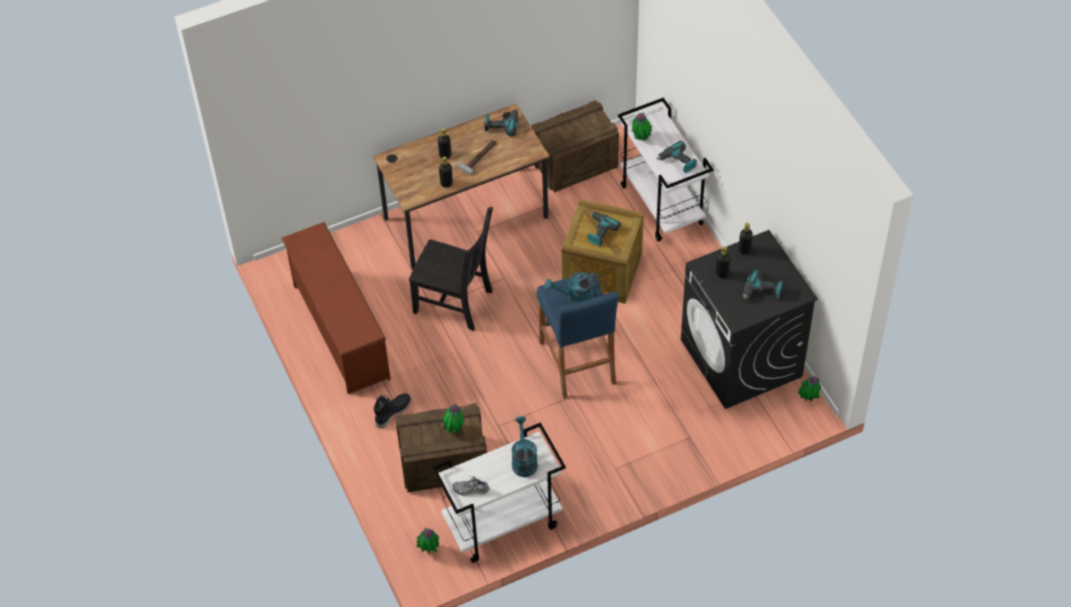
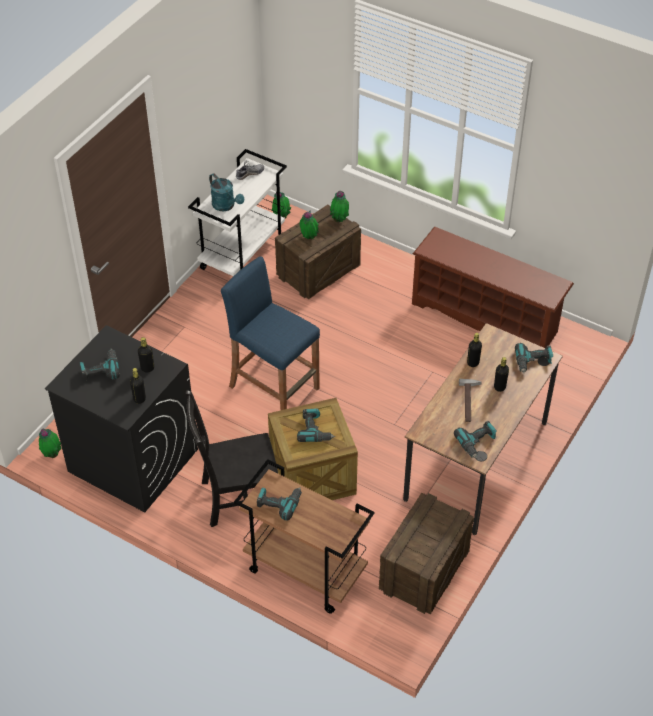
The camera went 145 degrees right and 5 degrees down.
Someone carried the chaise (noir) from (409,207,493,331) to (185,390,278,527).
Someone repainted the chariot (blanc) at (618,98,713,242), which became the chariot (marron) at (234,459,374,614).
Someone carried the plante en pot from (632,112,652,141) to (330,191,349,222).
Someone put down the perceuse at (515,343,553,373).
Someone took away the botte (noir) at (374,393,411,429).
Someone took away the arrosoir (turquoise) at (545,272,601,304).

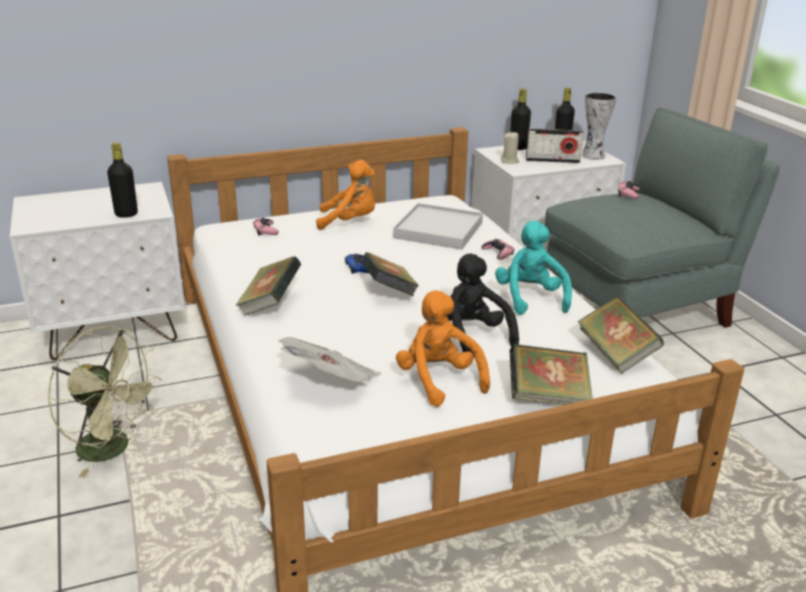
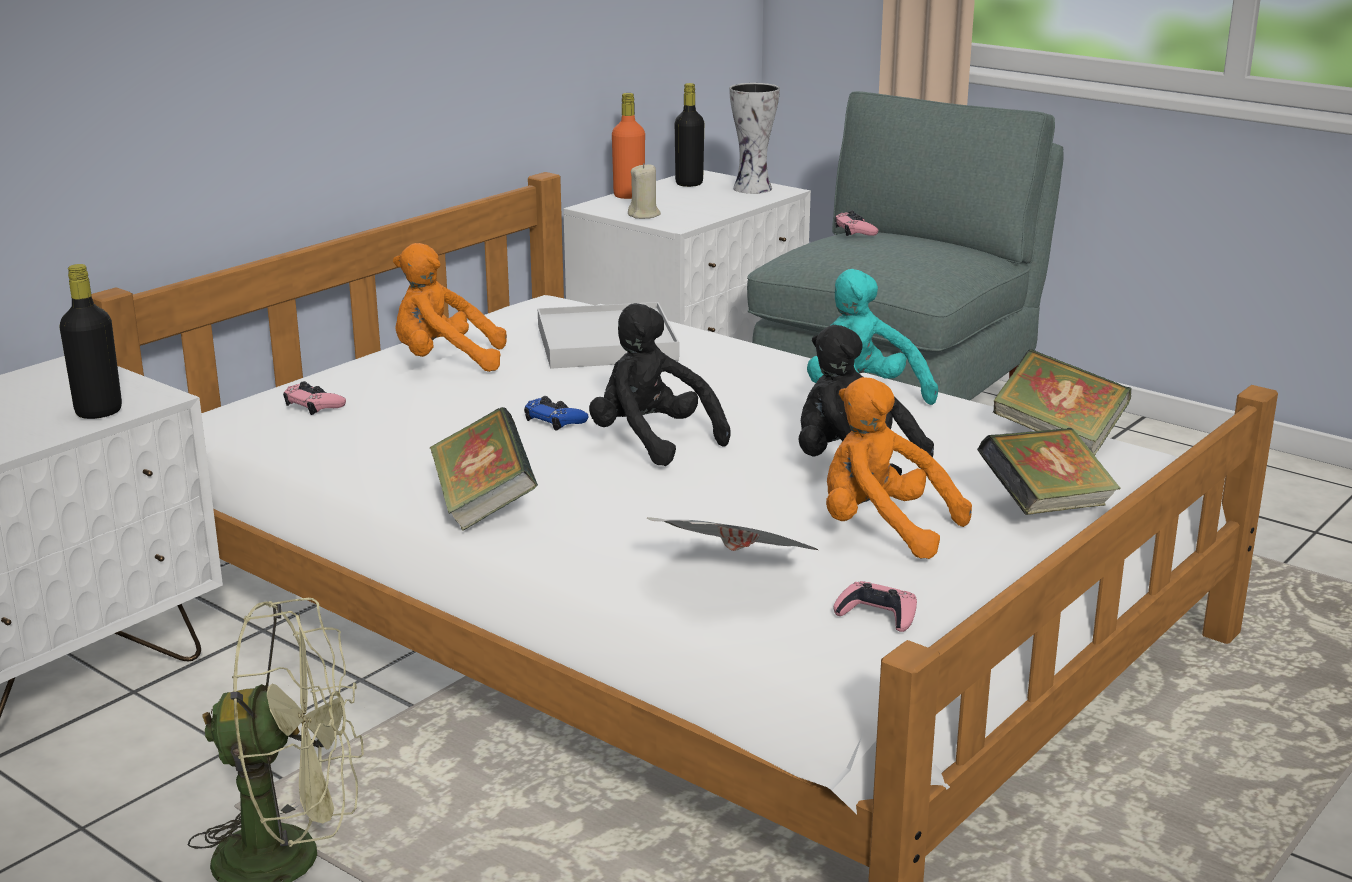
The camera went 30 degrees left and 5 degrees down.
Someone rotated the peluche (orange) at (316,160,375,230) by 150 degrees counterclockwise.
Someone swapped the livre at (361,252,419,296) for the peluche (noir) at (589,303,731,466).
Someone repainted the bouteille (noir) at (510,89,531,150), which became the bouteille (orange) at (612,93,645,199).
Someone carried the manette (rose) from (482,239,514,260) to (834,581,917,632).
Someone took away the radio at (526,129,583,163).

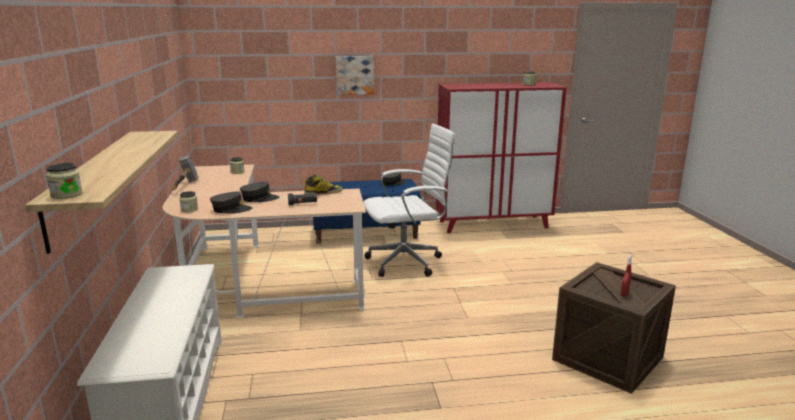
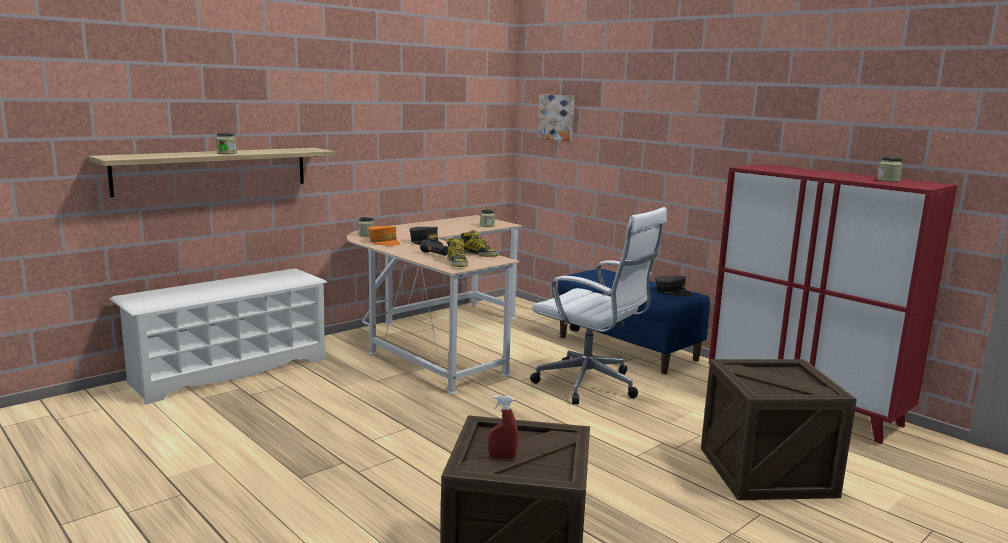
The camera went 55 degrees right and 5 degrees down.
Someone carried the bocal from (46,163,83,199) to (216,133,237,154).
Someone repainted the casquette (gris) at (210,191,252,214), which became the casquette (orange) at (368,226,401,246).
Someone put down the botte at (446,237,468,267).
Someone carried the tableau from (336,56,374,95) to (537,94,575,142).
Someone put down the caisse at (701,359,857,500).
Someone took away the marteau at (171,156,199,190).

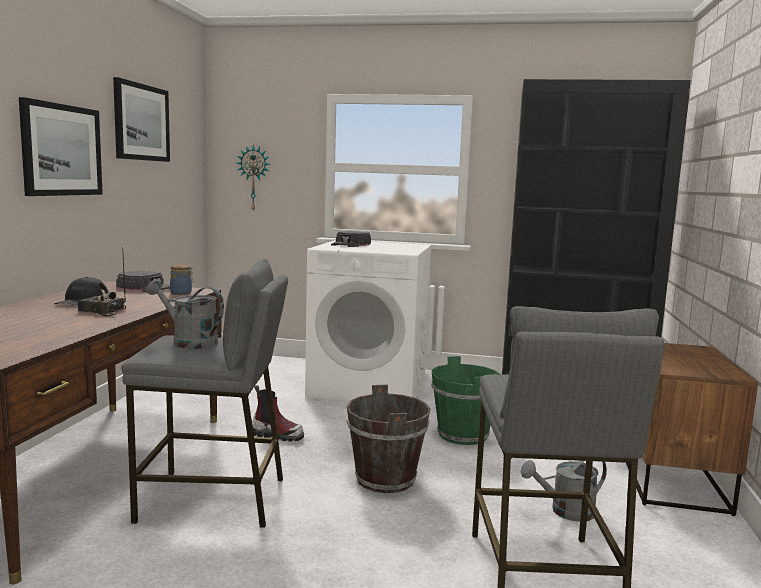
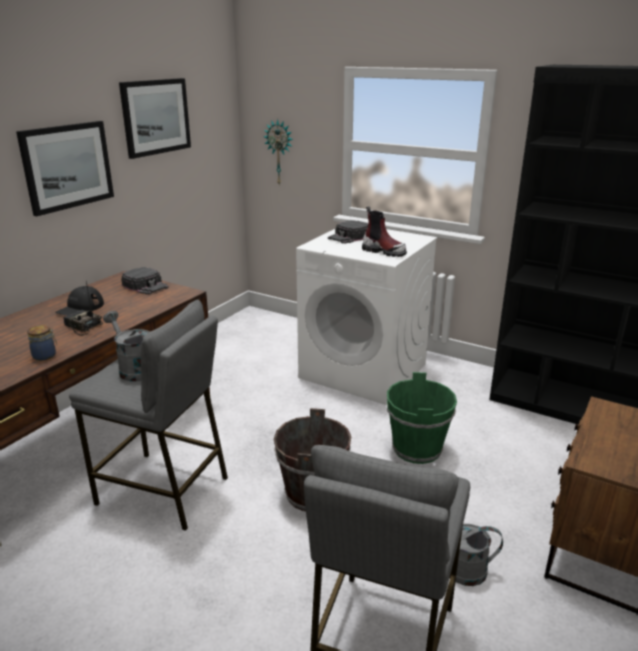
The camera went 20 degrees right and 15 degrees up.
Someone carried the bocal from (170,265,194,295) to (27,325,57,361).
Someone carried the botte from (252,385,304,441) to (362,206,407,257).

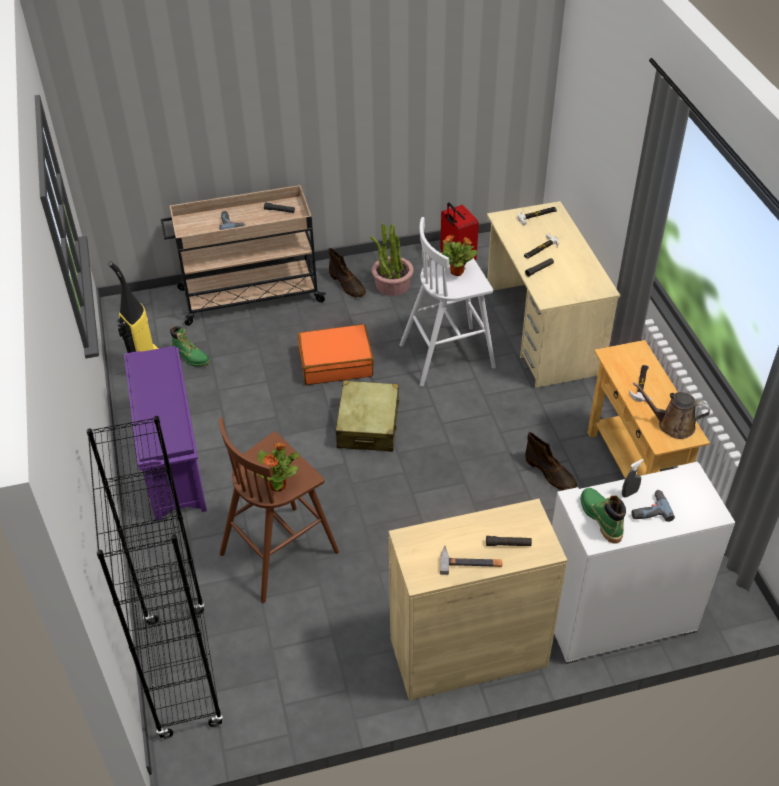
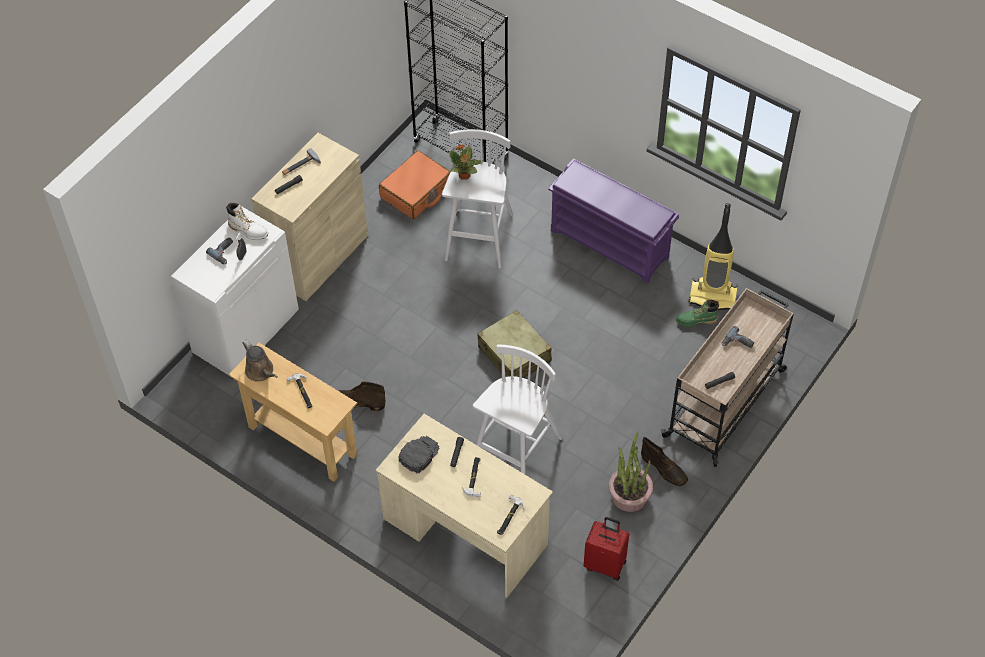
The camera went 140 degrees right and 10 degrees up.
Someone repainted the botte (vert) at (581,488,626,544), which became the botte (blanc) at (226,203,268,240).
Someone rotated the arrosoir (marron) at (633,382,710,439) by 75 degrees clockwise.
Someone carried the valise (orange) from (298,324,374,385) to (379,150,451,219).
Someone put down the casquette (noir) at (398,436,440,473).
Someone repainted the tabouret (marron) at (219,417,339,603), which became the tabouret (blanc) at (442,129,513,268).
Someone rotated the botte (marron) at (329,248,366,297) by 150 degrees counterclockwise.
Someone took away the plante en pot at (440,235,478,276).

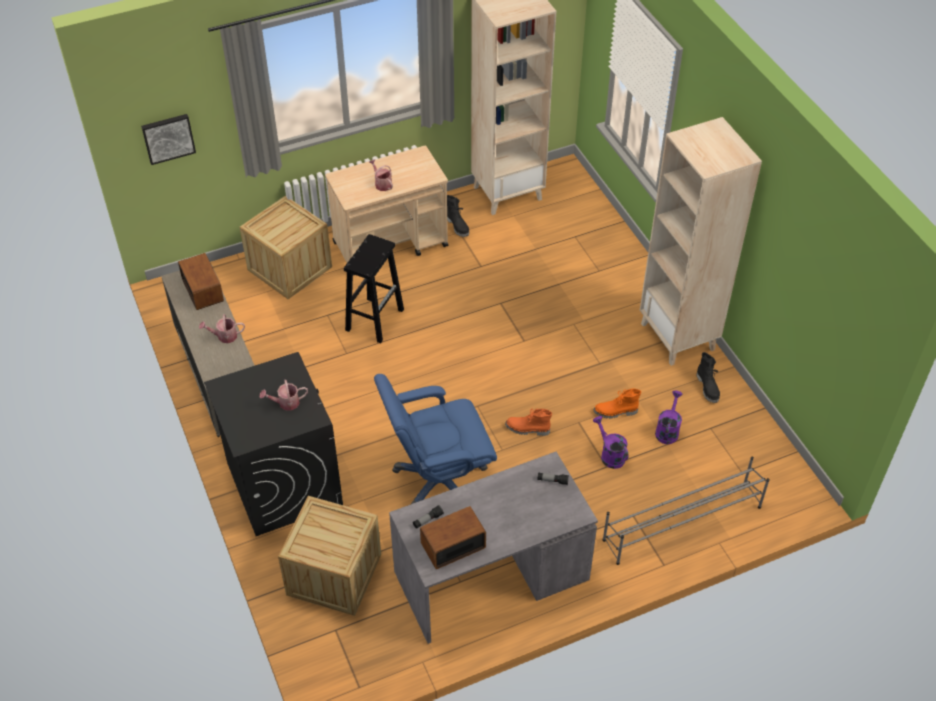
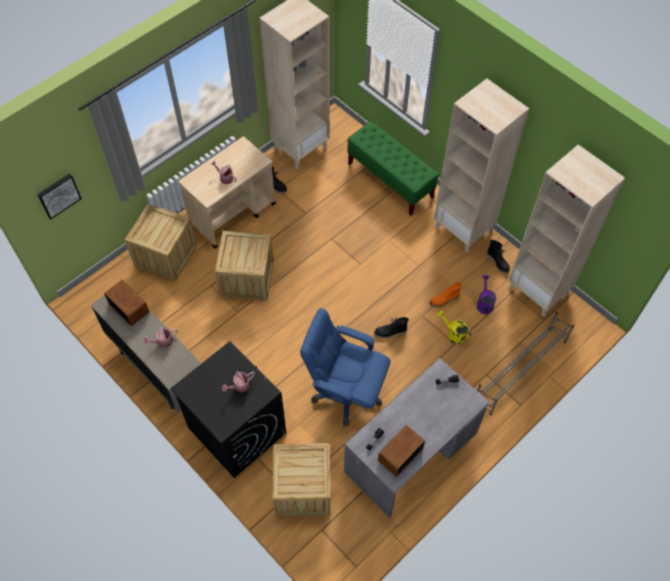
The camera went 20 degrees left and 10 degrees up.
Someone swapped the tabouret (noir) at (344,234,404,343) for the caisse at (214,231,274,301).
Someone rotated the chaise de bureau (bleu) at (374,374,497,504) by 60 degrees clockwise.
Someone put down the banc (vert) at (347,121,439,216).
Someone repainted the botte (orange) at (505,408,552,436), which became the botte (noir) at (374,317,409,338).
Someone repainted the arrosoir (violet) at (593,416,629,469), which became the arrosoir (jaune) at (437,310,471,344).
Someone put down the bibliothèque (beige) at (509,145,625,317).

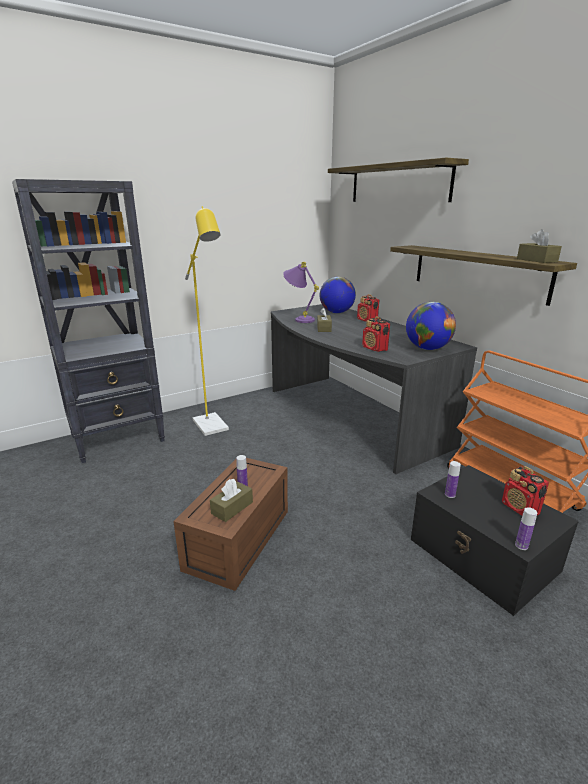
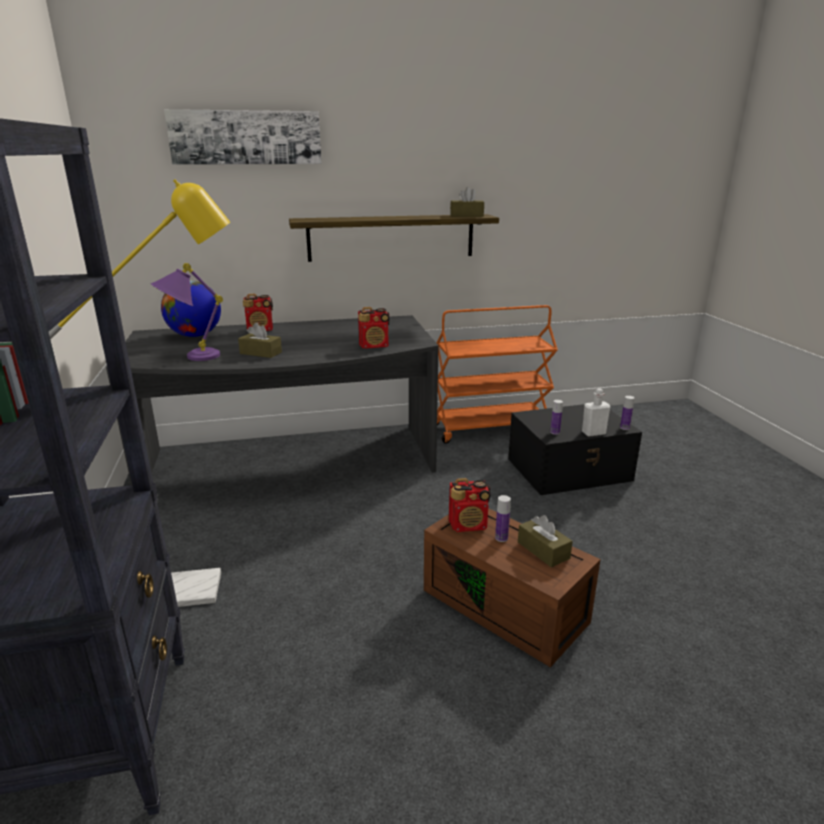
The camera went 70 degrees left and 0 degrees up.
Someone swapped the étagère at (328,158,469,202) for the tableau at (164,109,321,165).
Someone carried the radio from (502,466,549,516) to (449,478,491,532).
Someone put down the bouteille (blanc) at (582,388,611,437).
Someone took away the globe at (406,302,456,350).

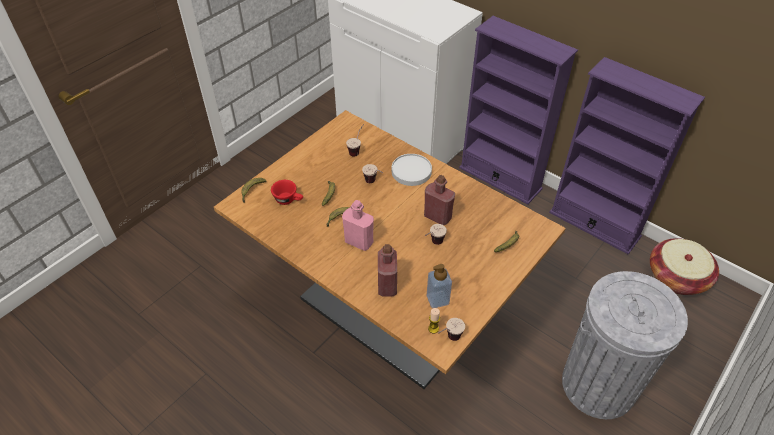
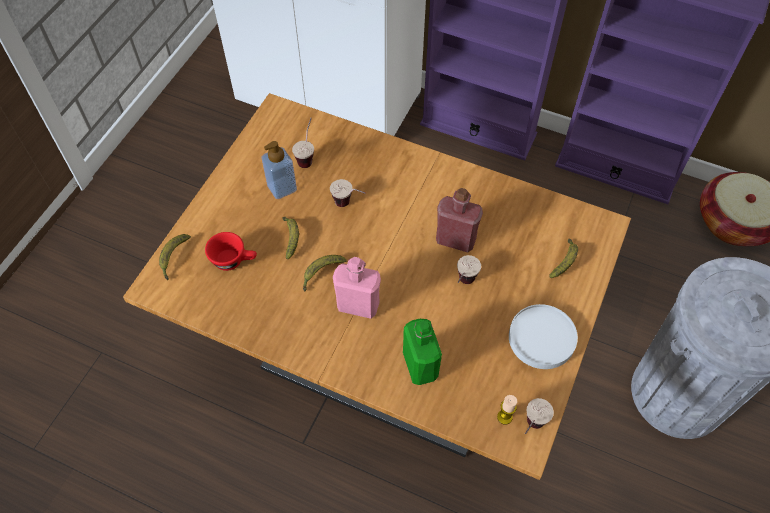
The camera went 15 degrees left and 10 degrees up.
Someone carried the distributeur de savon from (426,264,452,308) to (261,141,297,199).
Someone repainted the bouteille (rouge) at (378,244,397,296), which became the bouteille (vert) at (403,319,442,385).
Someone carried the assiette (blanc) from (392,154,432,186) to (509,304,578,369).

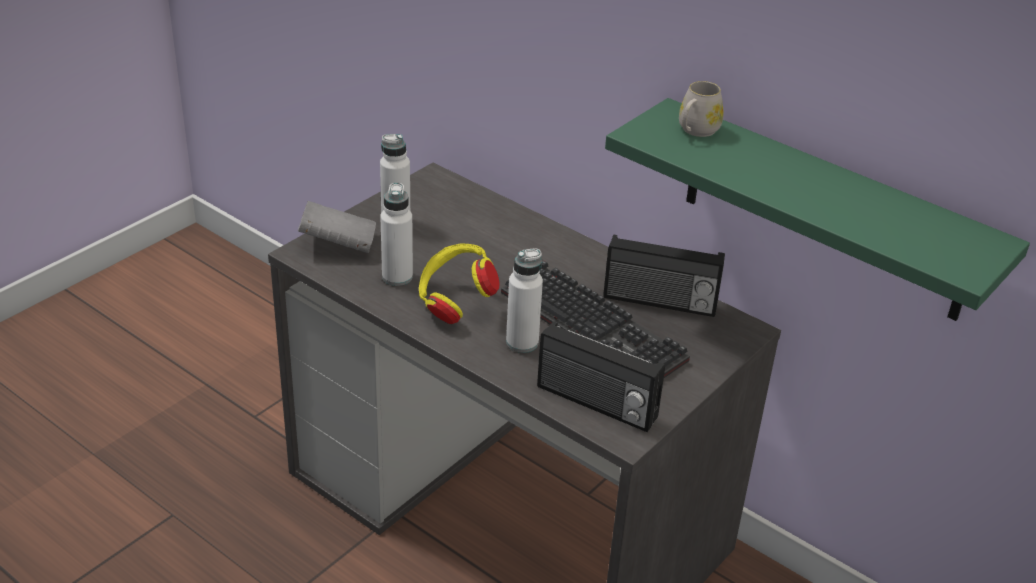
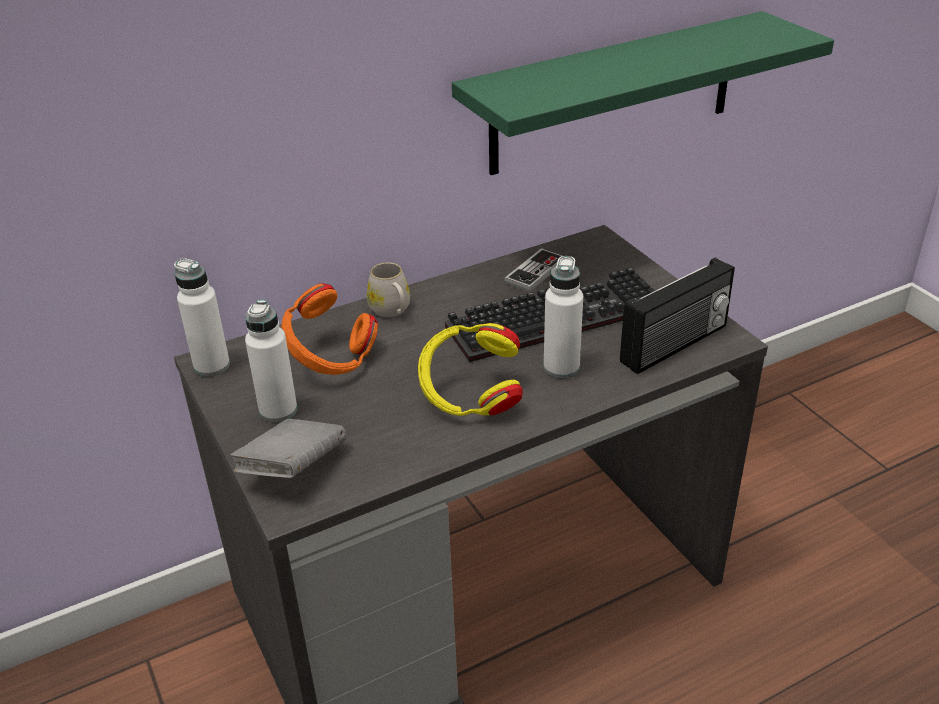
The camera went 65 degrees left and 0 degrees up.
Someone carried the bouteille (blanc) from (380,183,413,286) to (174,258,230,377).
Someone put down the casque audio (orange) at (281,283,378,375).
Someone carried the mug (blanc) from (679,81,724,137) to (367,263,410,317).
Someone swapped the radio at (603,235,725,317) for the manette at (504,248,563,292).

